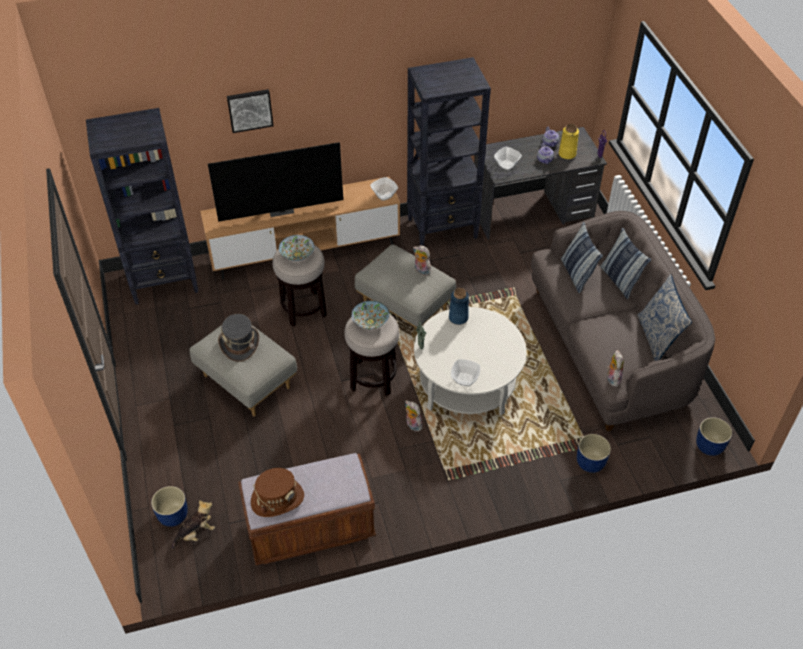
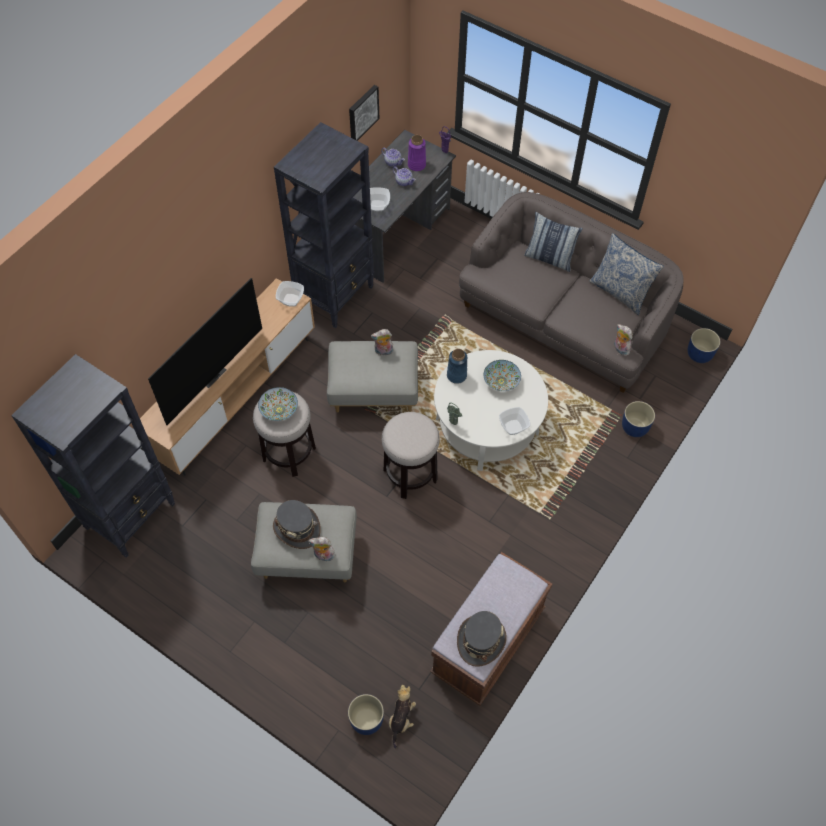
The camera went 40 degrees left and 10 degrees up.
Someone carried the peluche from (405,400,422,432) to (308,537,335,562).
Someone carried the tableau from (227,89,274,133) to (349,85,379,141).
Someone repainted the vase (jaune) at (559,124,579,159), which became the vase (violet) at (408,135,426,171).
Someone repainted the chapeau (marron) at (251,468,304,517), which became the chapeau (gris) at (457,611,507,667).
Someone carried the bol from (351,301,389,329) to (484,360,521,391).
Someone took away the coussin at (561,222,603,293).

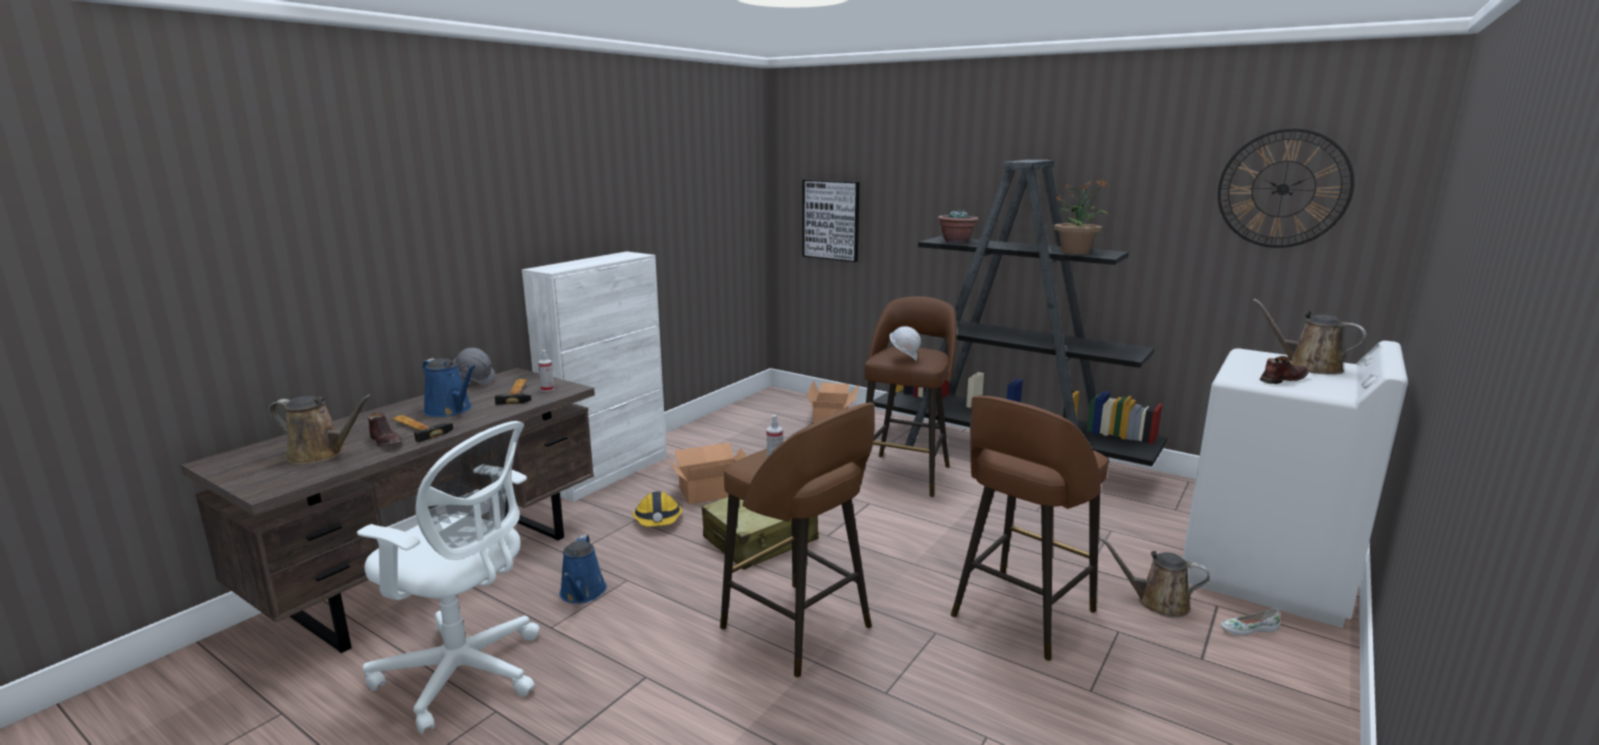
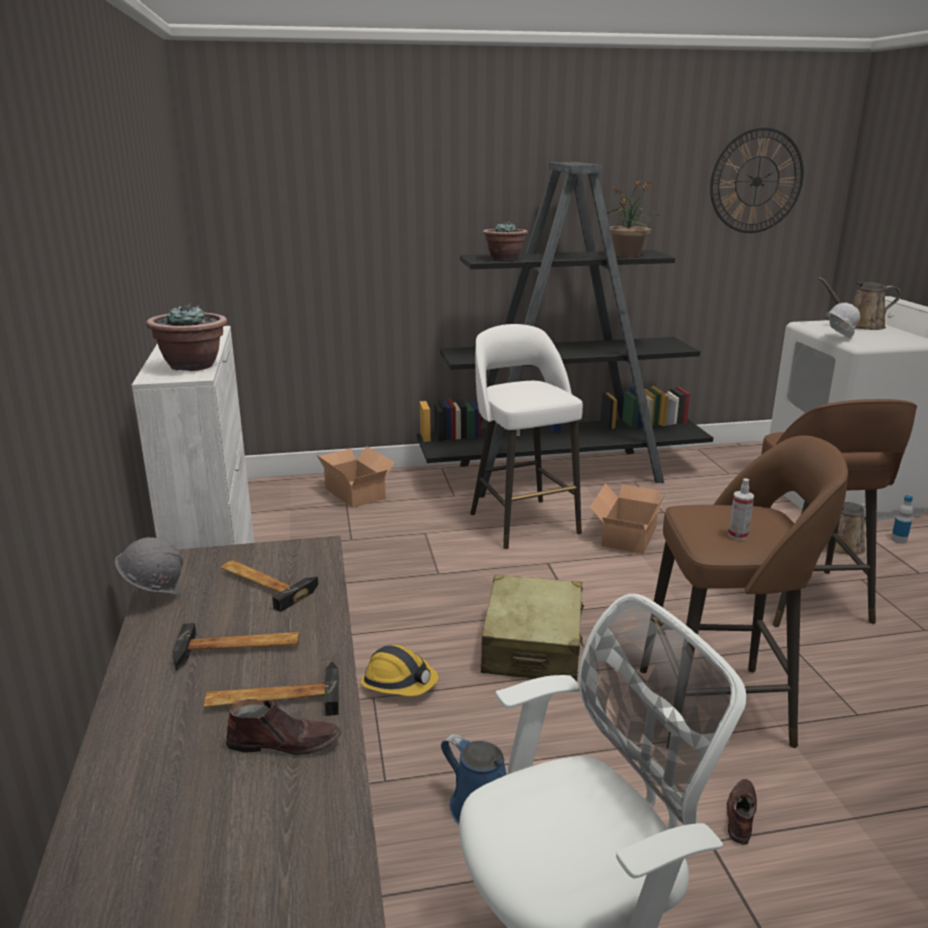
The camera went 45 degrees left and 5 degrees up.
Someone put down the plante en pot at (146,303,227,371).
Someone swapped the arrosoir (bleu) at (422,358,476,417) for the marteau at (172,623,299,670).
Someone repainted the tabouret (marron) at (861,296,957,497), which became the tabouret (blanc) at (470,324,583,550).
Someone carried the carton from (669,442,747,505) to (589,483,668,554).
Someone carried the chaussure (marron) from (1260,356,1308,384) to (727,779,757,845).
Someone carried the casque de chantier (blanc) from (889,326,921,361) to (826,303,860,338).
Someone swapped the chaussure (blanc) at (1220,608,1280,636) for the bouteille at (891,495,913,544).
Someone took away the arrosoir (marron) at (268,394,373,464).
Someone took away the vaporisateur at (538,350,554,392).
Someone took away the tableau at (802,179,860,262).

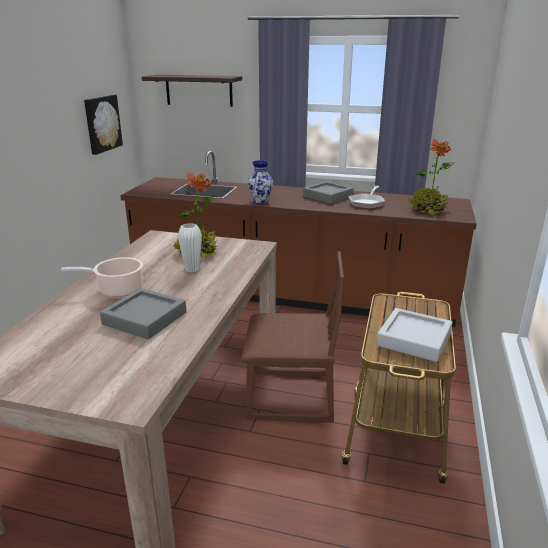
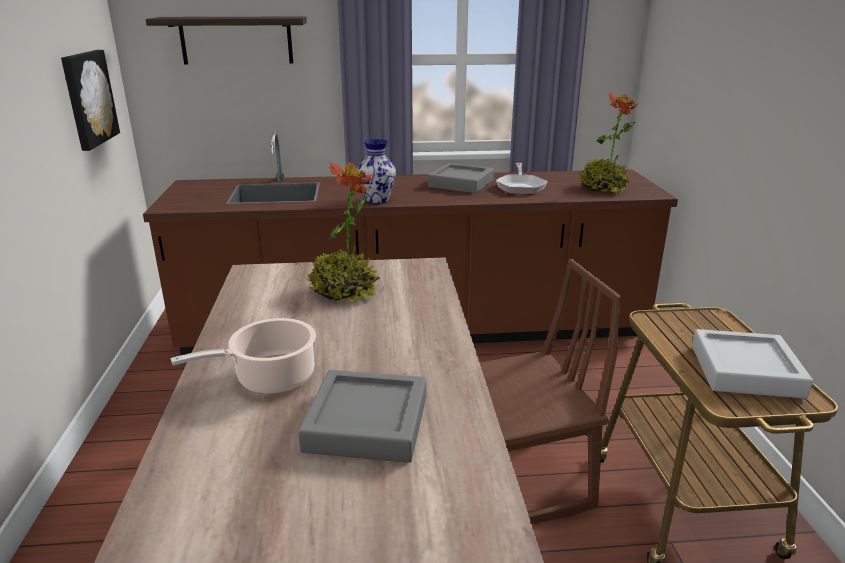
The camera went 20 degrees left and 0 degrees up.
Someone took away the vase (blanc) at (178,223,202,272).

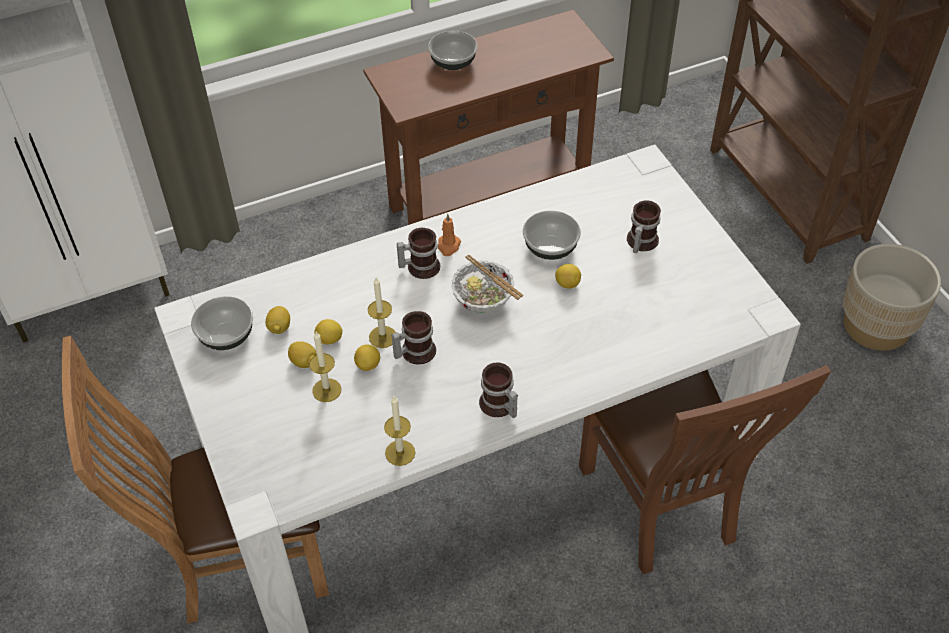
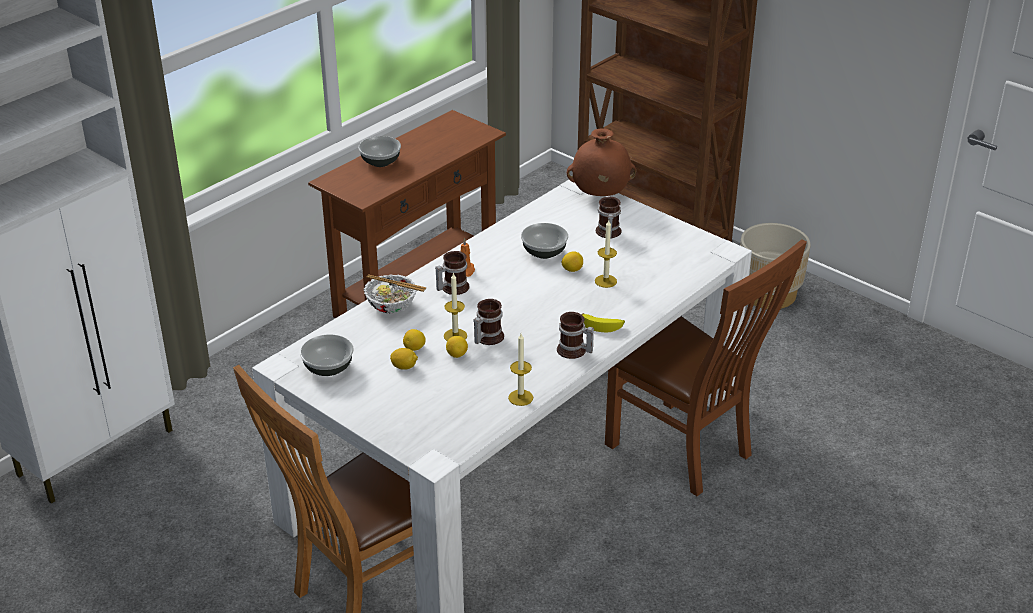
The camera went 25 degrees left and 15 degrees down.
Someone carried the bol from (451,254,523,313) to (364,274,426,313).
Someone put down the vase (marron) at (567,128,636,196).
Someone put down the banane at (582,313,625,332).
Someone carried the bougie from (309,332,341,402) to (595,220,617,288).
Someone took away the citron at (266,306,290,334).

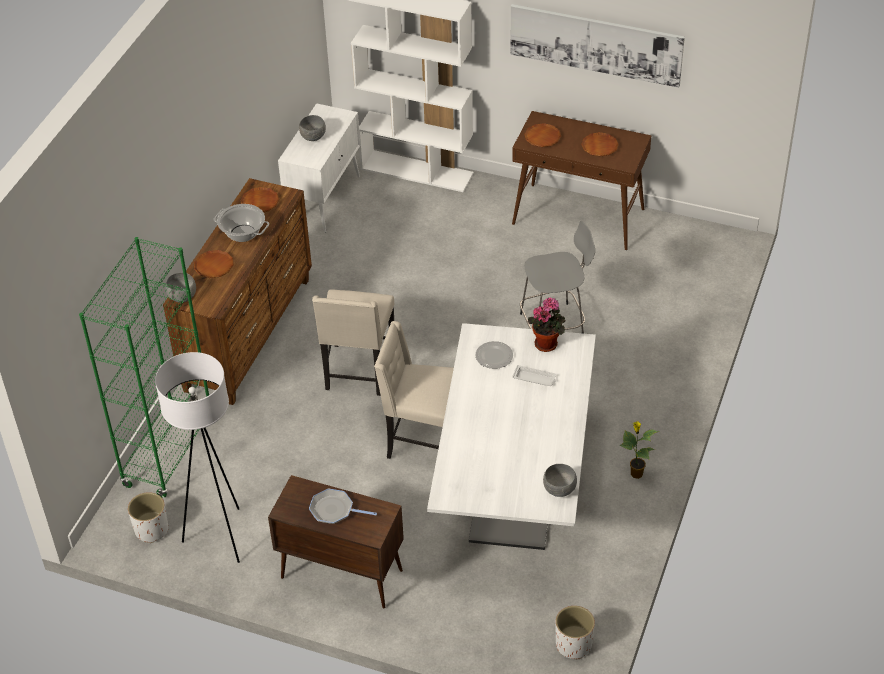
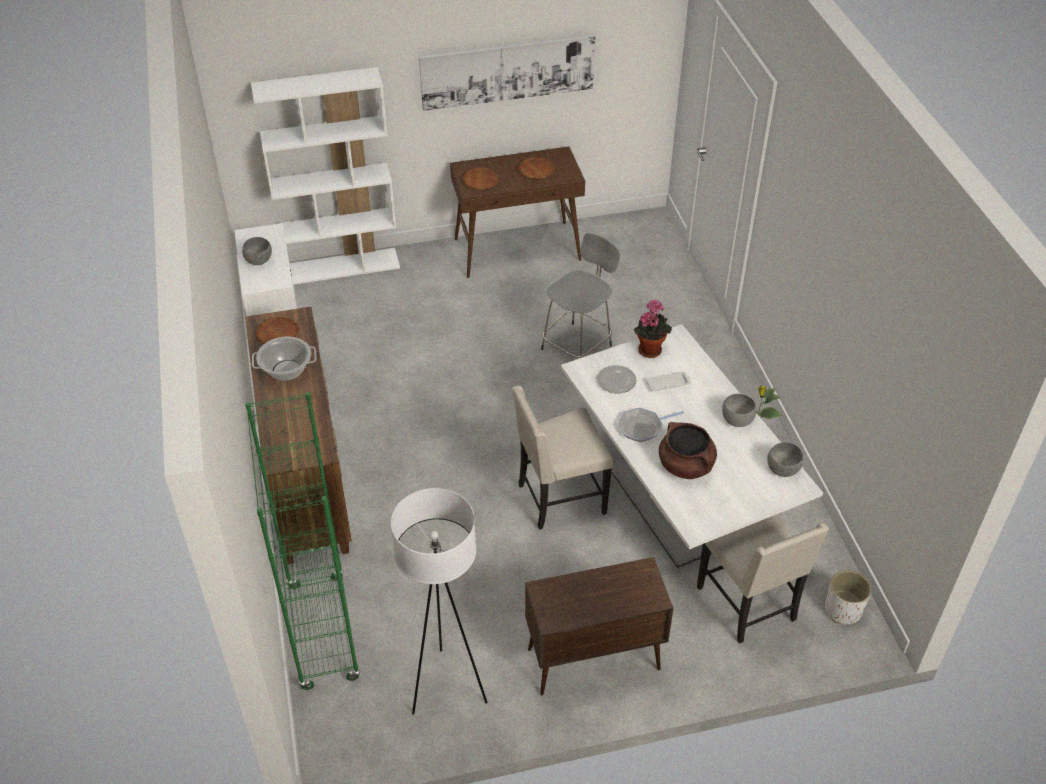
The camera went 35 degrees left and 0 degrees up.
Someone carried the poêle from (309,489,377,524) to (618,407,684,442).
Someone put down the marmite (marron) at (659,422,717,479).
Someone carried the chaise (beige) from (312,289,394,396) to (697,514,829,644).
Someone carried the bol (gris) from (165,272,196,303) to (722,394,757,427).
Someone took away the cache-pot (blanc) at (128,492,168,543).
Someone took away the assiette (marron) at (194,250,234,278).

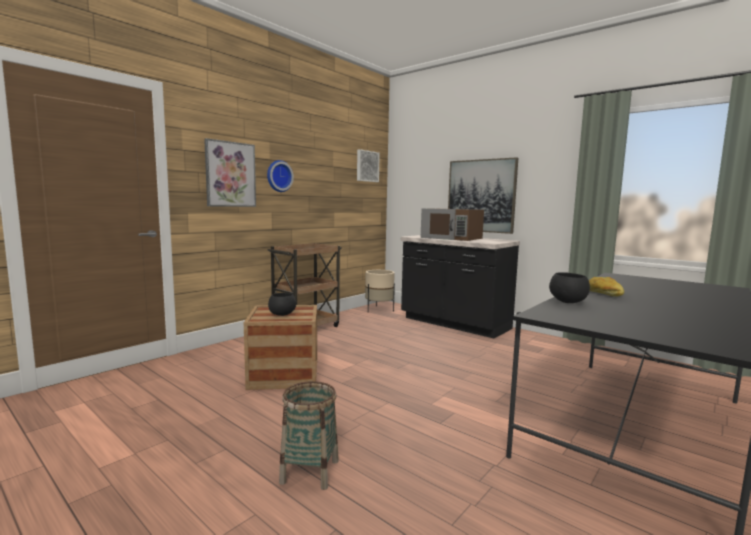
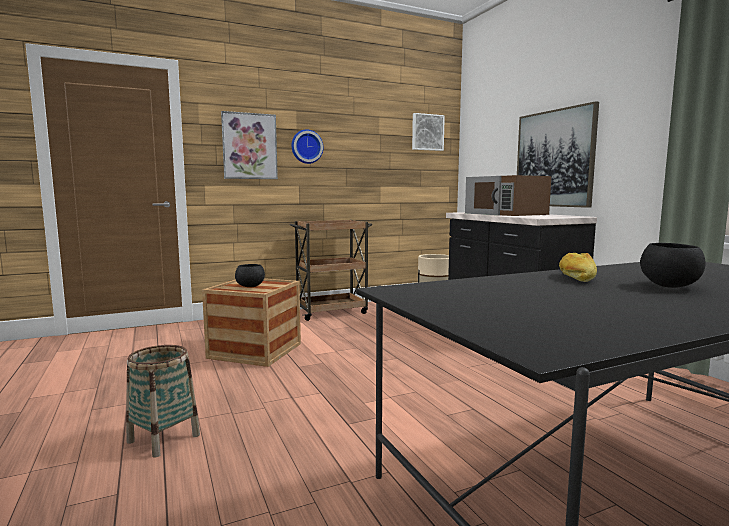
The camera went 25 degrees right and 0 degrees up.
Someone carried the bol (noir) from (549,272,590,303) to (640,243,706,288).

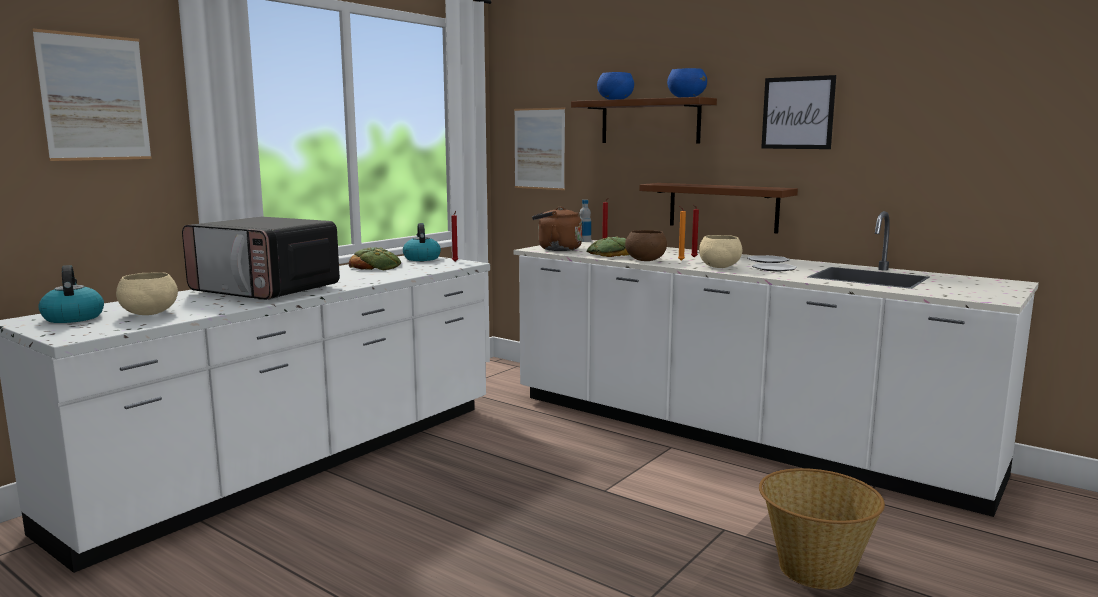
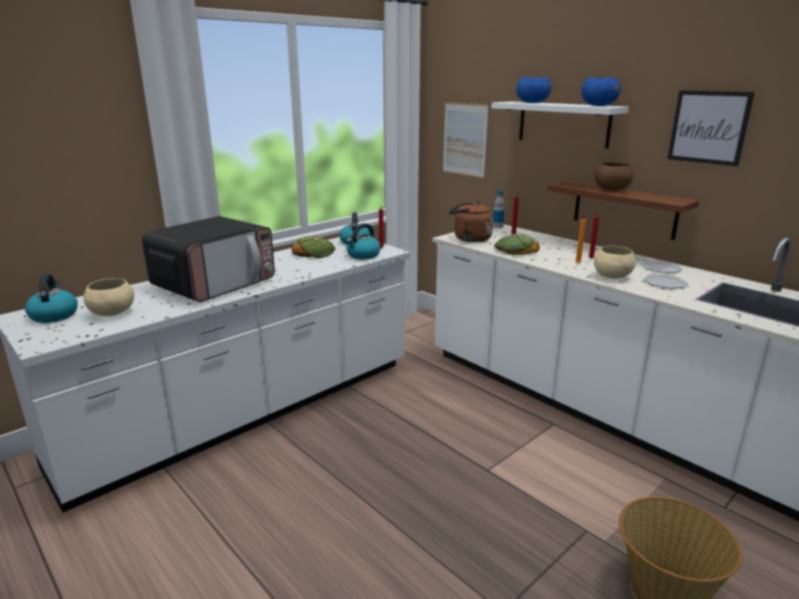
The camera went 10 degrees right and 10 degrees up.
Someone rotated the micro-ondes at (182,217,340,300) by 90 degrees counterclockwise.
Someone put down the bouilloire at (346,223,381,259).
Someone repainted the étagère (marron) at (571,97,717,144), which became the étagère (blanc) at (492,101,629,149).
Someone carried the bol (marron) from (625,230,667,261) to (594,163,634,191).
Someone took away the tableau at (32,29,152,161).

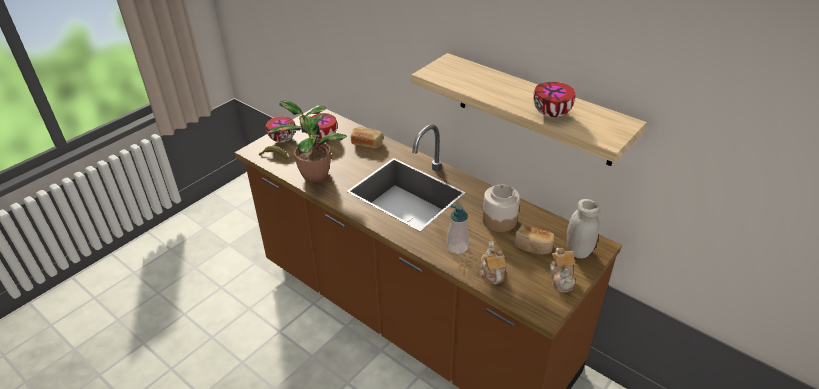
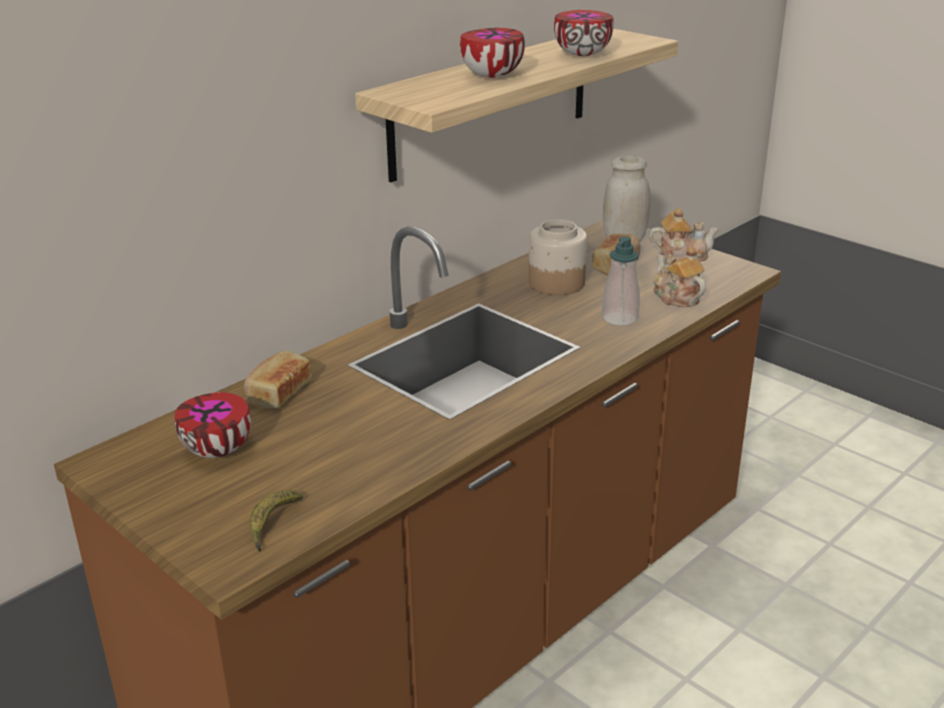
The camera went 85 degrees left and 10 degrees down.
Someone carried the bol from (266,116,296,142) to (460,28,525,78).
Someone rotated the théière at (480,241,506,284) by 60 degrees clockwise.
Someone took away the plante en pot at (268,100,347,182).

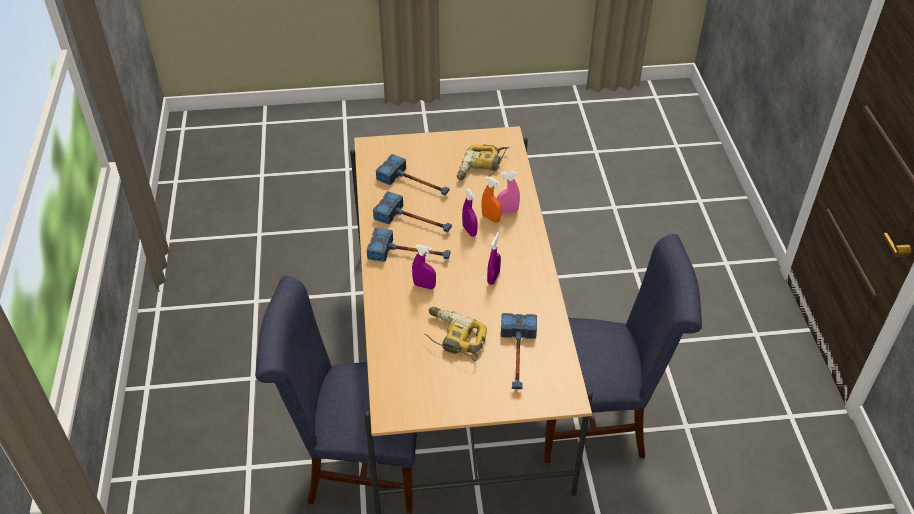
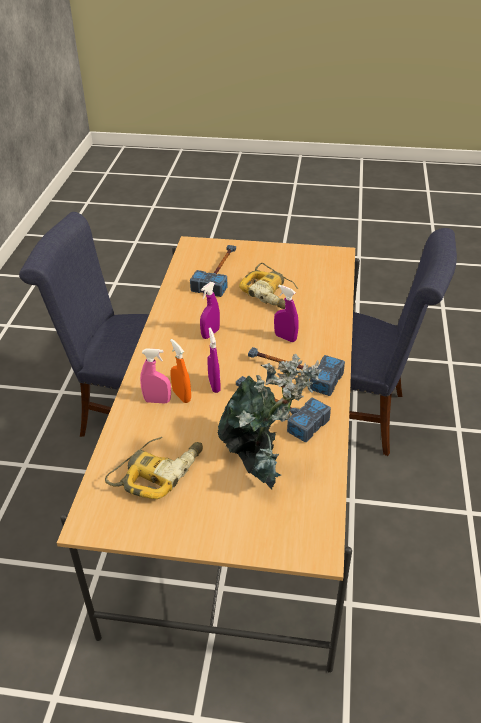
The camera went 165 degrees left and 5 degrees down.
Someone swapped the marteau at (376,154,449,195) for the plante en pot at (217,354,321,489).

